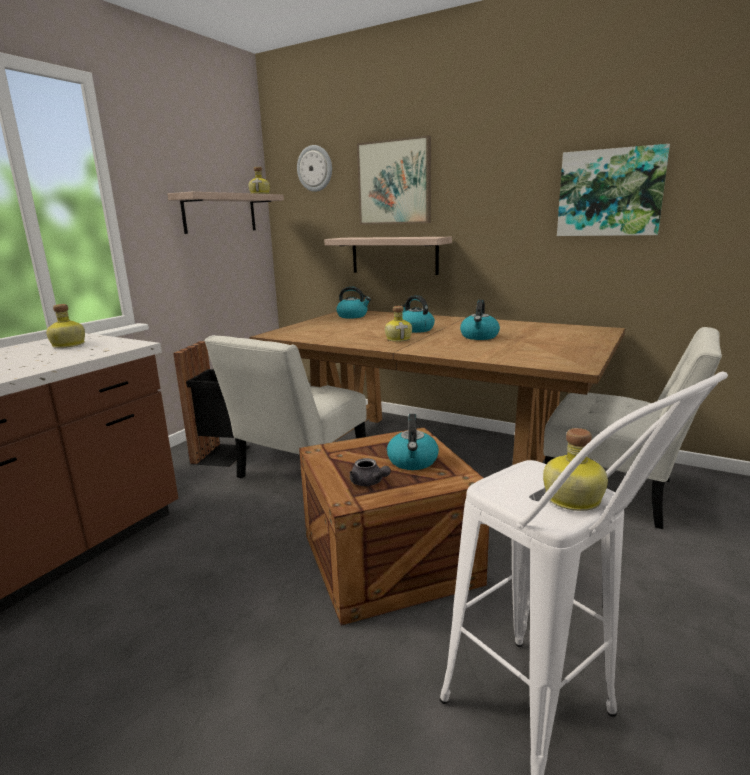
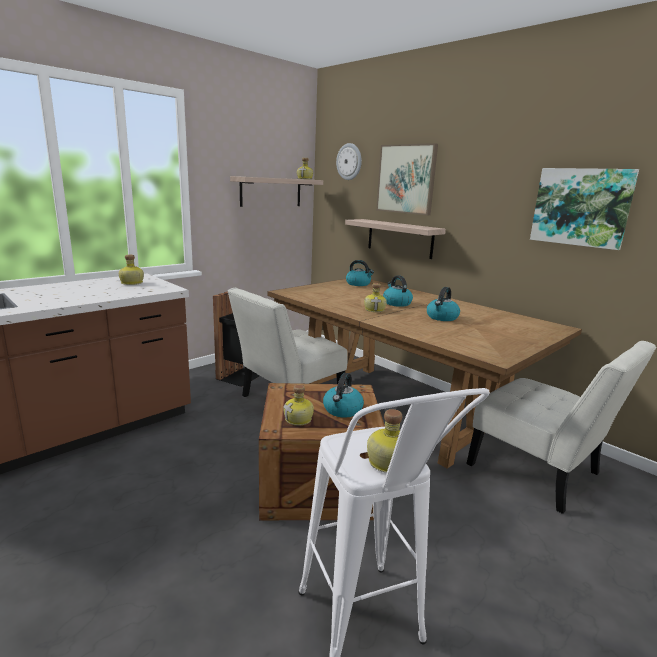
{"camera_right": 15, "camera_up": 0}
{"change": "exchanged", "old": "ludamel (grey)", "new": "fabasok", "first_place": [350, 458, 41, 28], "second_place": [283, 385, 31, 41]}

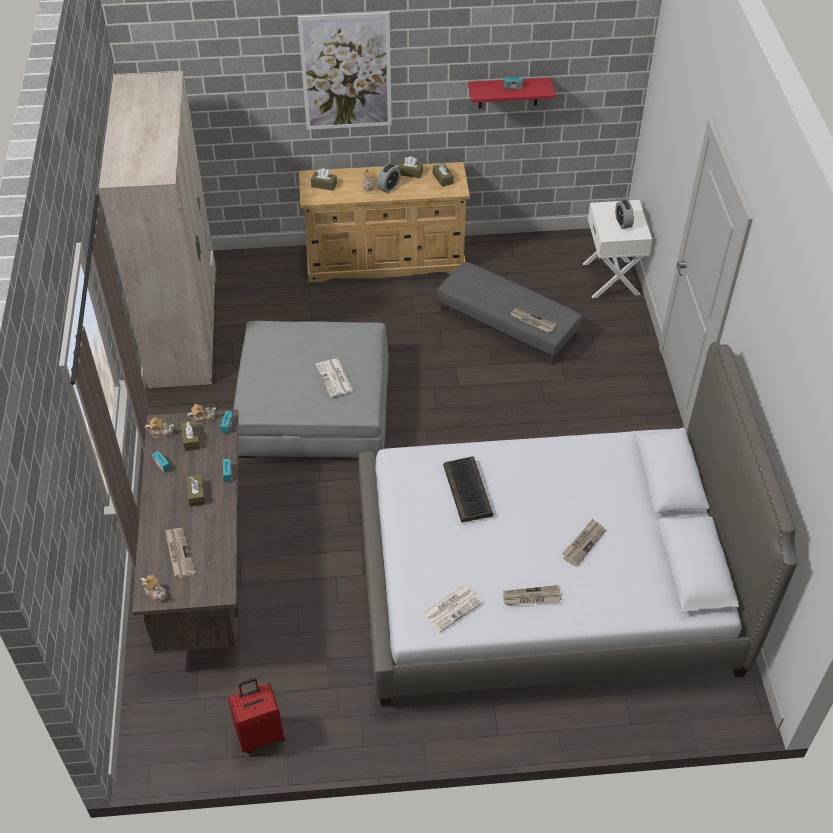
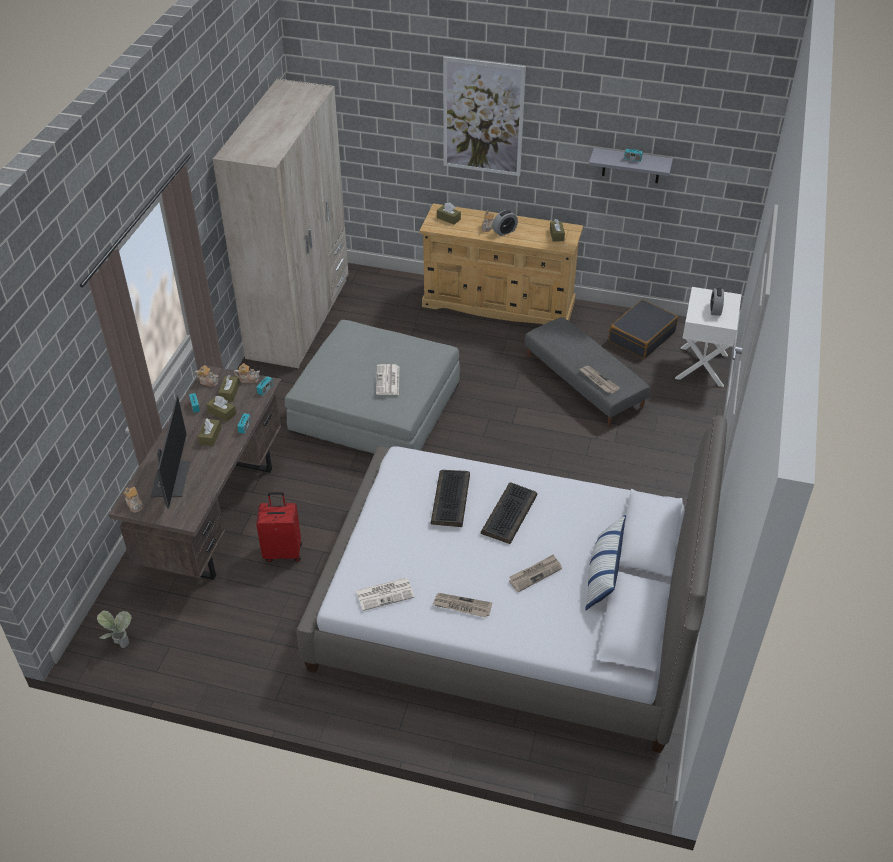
{"camera_right": 20, "camera_up": -5}
{"change": "exchanged", "old": "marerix", "new": "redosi", "first_place": [165, 528, 31, 50], "second_place": [151, 395, 39, 114]}
{"change": "relocated", "old": "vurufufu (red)", "first_place": [228, 678, 57, 75], "second_place": [256, 492, 46, 70]}
{"change": "relocated", "old": "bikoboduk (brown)", "first_place": [398, 156, 25, 22], "second_place": [206, 396, 30, 26]}
{"change": "colour", "old": "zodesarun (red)", "new": "zodesarun (grey)", "first_place": [468, 78, 88, 30], "second_place": [589, 148, 84, 35]}
{"change": "appeared", "new": "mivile", "second_place": [97, 610, 35, 38]}
{"change": "appeared", "new": "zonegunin", "second_place": [481, 483, 56, 61]}
{"change": "appeared", "new": "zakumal", "second_place": [585, 515, 41, 95]}
{"change": "appeared", "new": "vurufufu (black)", "second_place": [609, 300, 69, 59]}

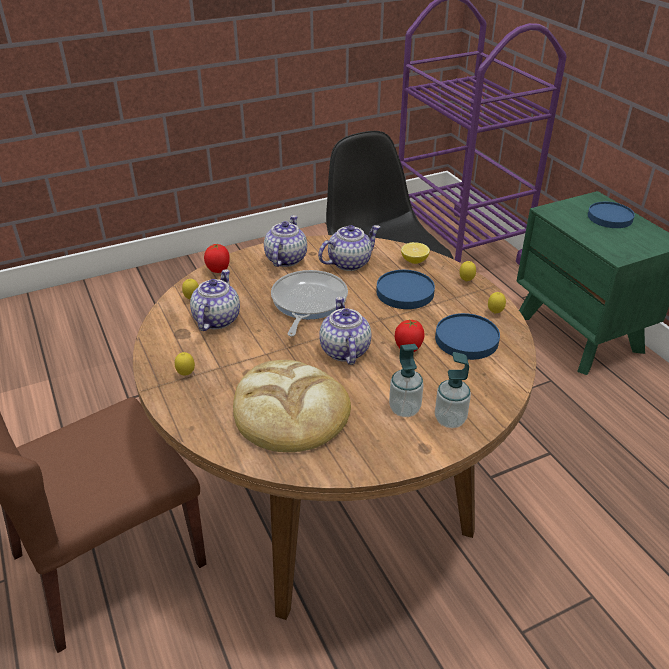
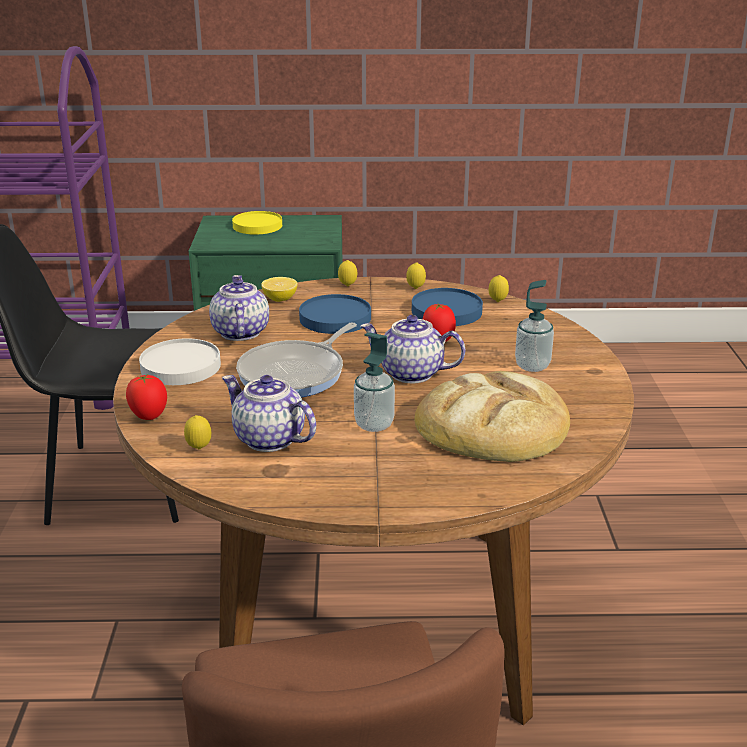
{"camera_right": -65, "camera_up": -10}
{"change": "relocated", "old": "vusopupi", "first_place": [175, 352, 20, 24], "second_place": [489, 275, 20, 27]}
{"change": "exchanged", "old": "ludamel", "new": "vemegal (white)", "first_place": [264, 215, 43, 52], "second_place": [139, 338, 82, 47]}
{"change": "spun", "old": "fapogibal", "first_place": [271, 270, 77, 66], "second_place": [236, 323, 121, 74], "degrees": -90}
{"change": "relocated", "old": "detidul", "first_place": [435, 352, 36, 76], "second_place": [354, 333, 41, 99]}
{"change": "colour", "old": "vemegal (blue)", "new": "vemegal (yellow)", "first_place": [588, 202, 47, 26], "second_place": [232, 211, 50, 24]}

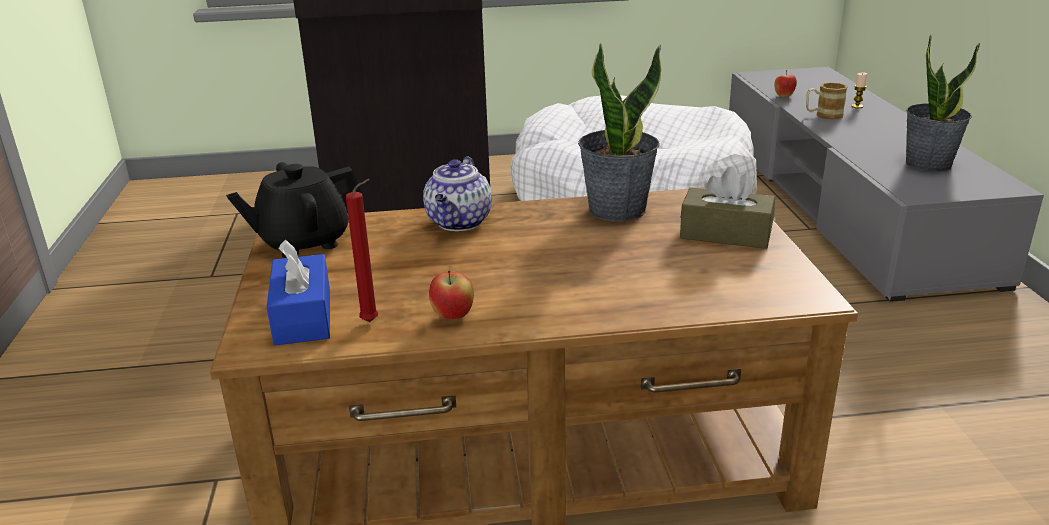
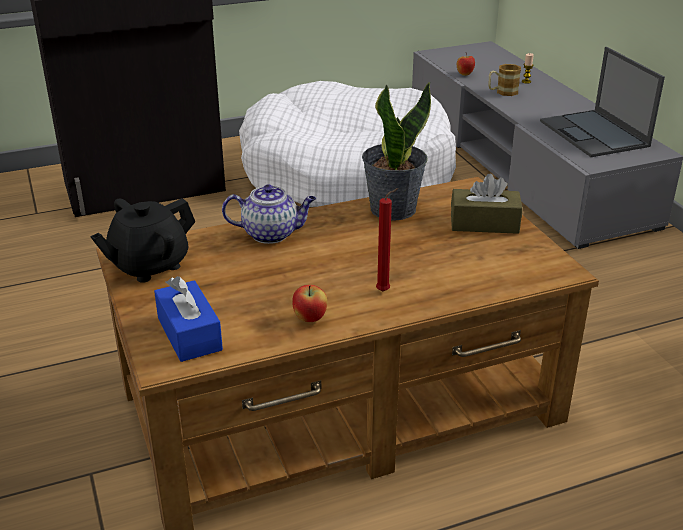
{"camera_right": -15, "camera_up": 5}
{"change": "relocated", "old": "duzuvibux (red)", "first_place": [346, 179, 32, 143], "second_place": [376, 188, 23, 103]}
{"change": "spun", "old": "ludamel", "first_place": [423, 156, 69, 75], "second_place": [222, 184, 94, 60], "degrees": -90}
{"change": "exchanged", "old": "mivile", "new": "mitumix", "first_place": [906, 35, 74, 137], "second_place": [540, 47, 125, 110]}

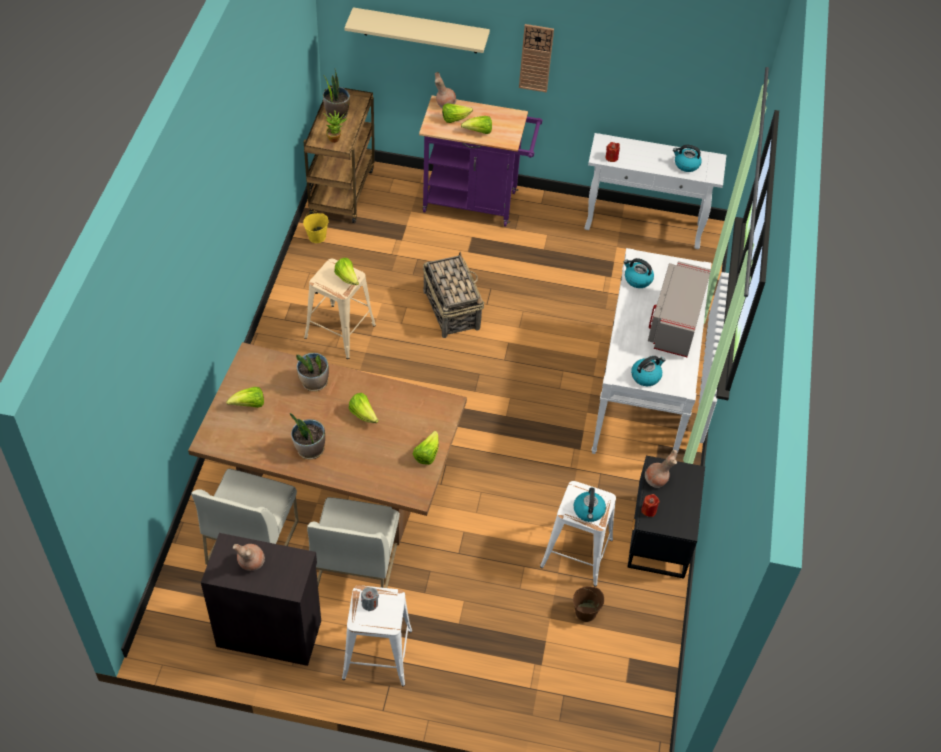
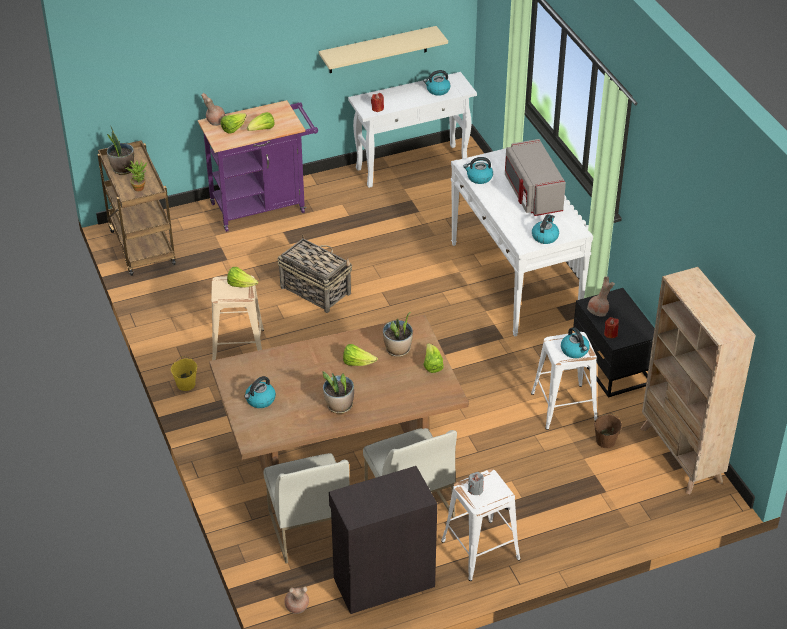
{"camera_right": -30, "camera_up": -10}
{"change": "exchanged", "old": "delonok", "new": "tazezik", "first_place": [226, 387, 38, 21], "second_place": [244, 376, 32, 32]}
{"change": "relocated", "old": "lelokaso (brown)", "first_place": [233, 544, 32, 27], "second_place": [285, 587, 24, 27]}
{"change": "relocated", "old": "mivile", "first_place": [296, 353, 33, 38], "second_place": [383, 312, 30, 45]}
{"change": "relocated", "old": "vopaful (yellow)", "first_place": [303, 211, 26, 32], "second_place": [171, 356, 26, 35]}
{"change": "relocated", "old": "zodesarun (beige)", "first_place": [344, 7, 146, 46], "second_place": [319, 26, 129, 47]}
{"change": "missing", "old": "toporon", "first_place": [519, 24, 35, 68]}
{"change": "appeared", "new": "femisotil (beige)", "second_place": [640, 267, 116, 227]}

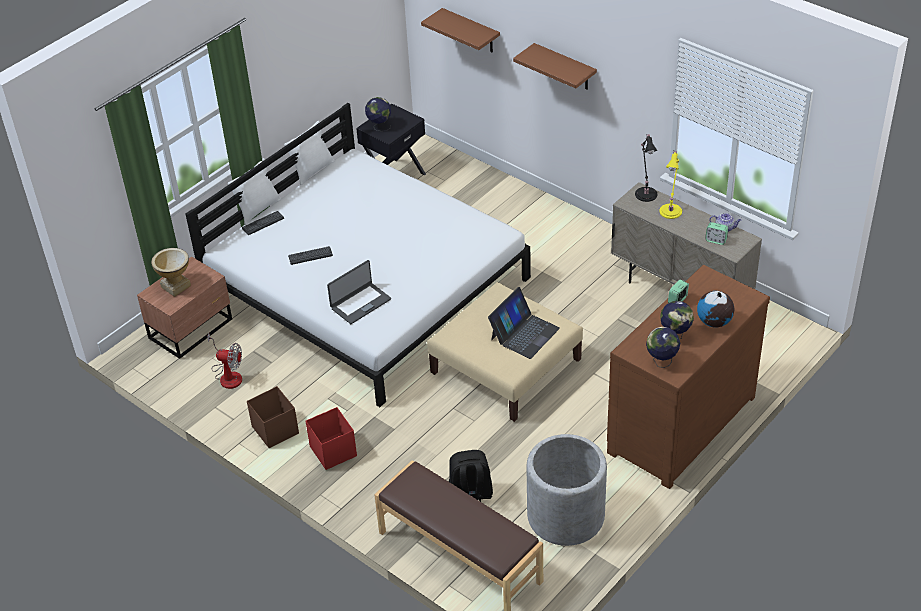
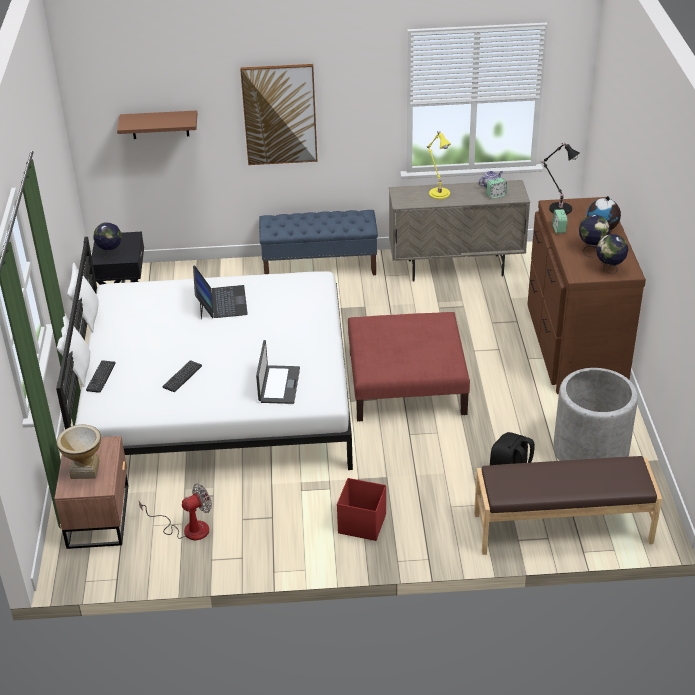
{"camera_right": -45, "camera_up": -5}
{"change": "missing", "old": "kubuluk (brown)", "first_place": [247, 386, 52, 62]}
{"change": "colour", "old": "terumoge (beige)", "new": "terumoge (red)", "first_place": [427, 282, 156, 140], "second_place": [348, 312, 122, 109]}
{"change": "relocated", "old": "mitumix", "first_place": [488, 287, 72, 72], "second_place": [193, 265, 55, 54]}
{"change": "exchanged", "old": "zodesarun (brown)", "new": "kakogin", "first_place": [513, 43, 84, 47], "second_place": [240, 64, 77, 101]}
{"change": "relocated", "old": "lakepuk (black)", "first_place": [635, 134, 22, 68], "second_place": [542, 142, 38, 73]}
{"change": "appeared", "new": "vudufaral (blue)", "second_place": [259, 210, 119, 65]}

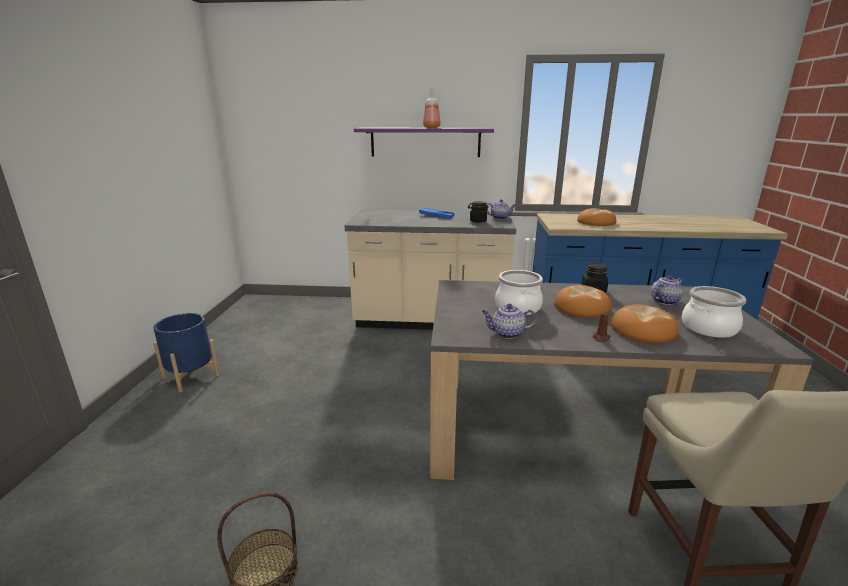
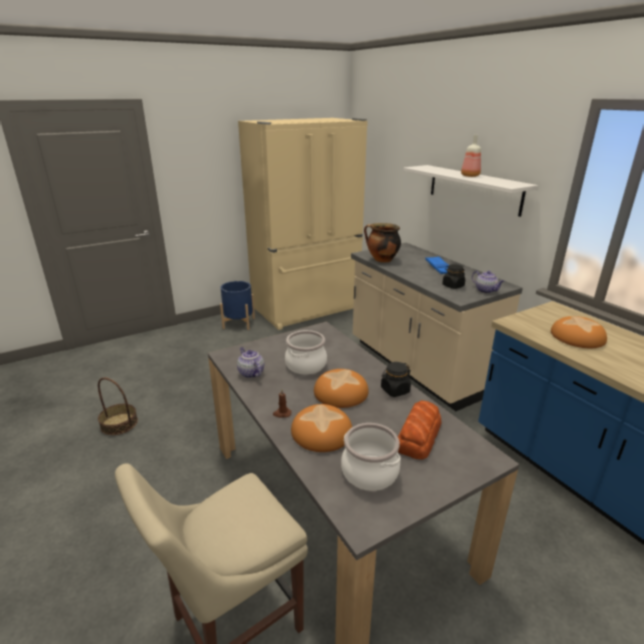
{"camera_right": 55, "camera_up": 5}
{"change": "colour", "old": "zodesarun (purple)", "new": "zodesarun (white)", "first_place": [354, 128, 140, 29], "second_place": [403, 165, 135, 52]}
{"change": "exchanged", "old": "ludamel", "new": "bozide", "first_place": [651, 275, 32, 30], "second_place": [398, 401, 43, 59]}
{"change": "appeared", "new": "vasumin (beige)", "second_place": [238, 118, 130, 212]}
{"change": "appeared", "new": "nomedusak", "second_place": [364, 223, 37, 39]}

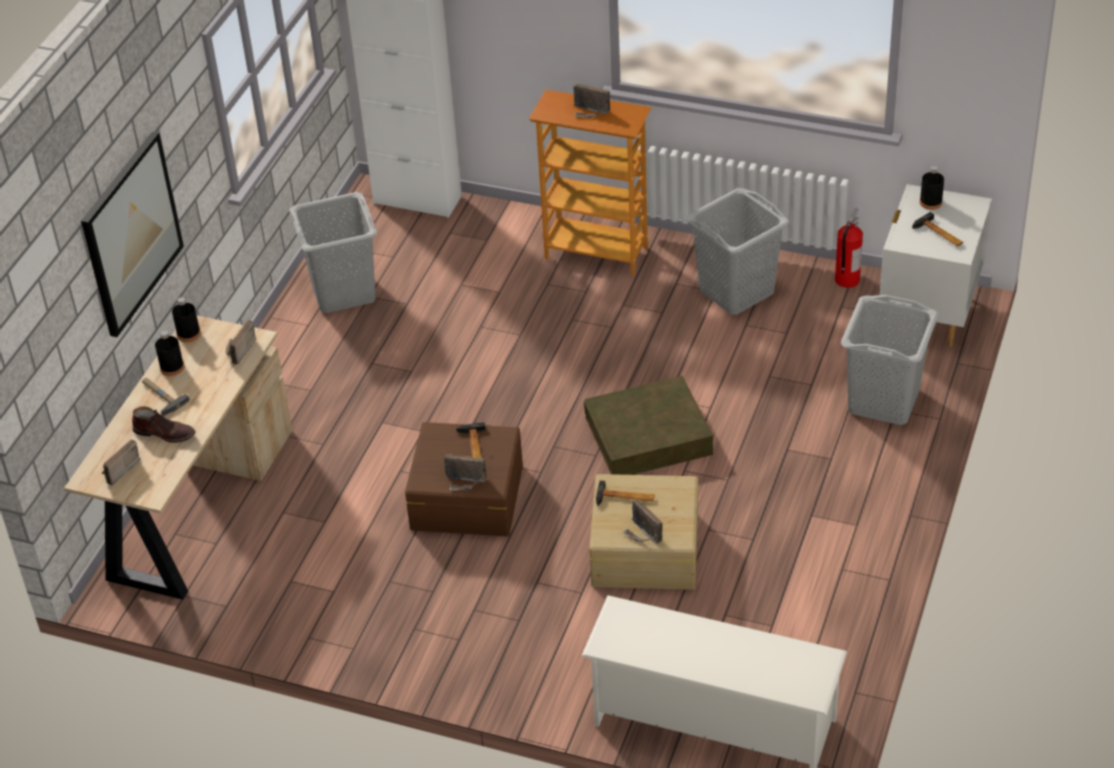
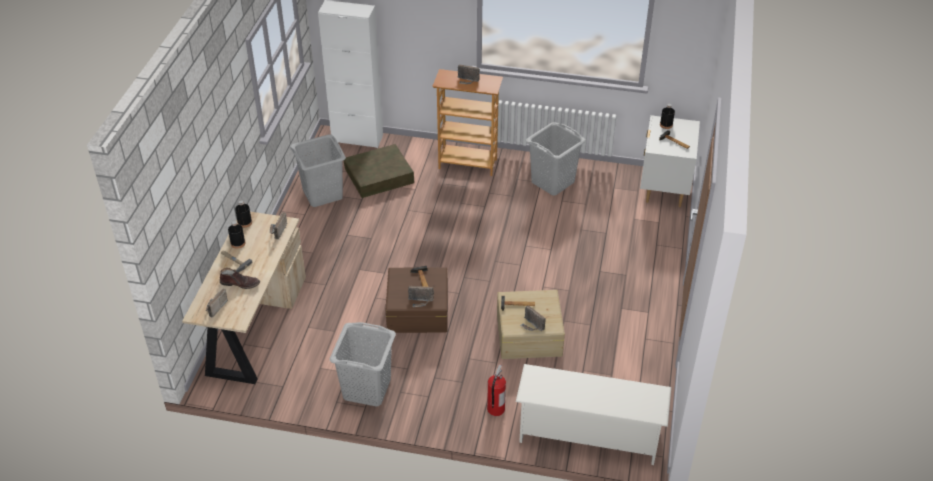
{"camera_right": -10, "camera_up": 0}
{"change": "missing", "old": "kakogin", "first_place": [81, 131, 103, 206]}
{"change": "relocated", "old": "kubuluk (brown)", "first_place": [584, 376, 129, 99], "second_place": [344, 144, 70, 54]}
{"change": "relocated", "old": "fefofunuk", "first_place": [835, 208, 28, 80], "second_place": [487, 364, 19, 52]}
{"change": "relocated", "old": "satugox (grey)", "first_place": [841, 295, 98, 130], "second_place": [330, 322, 66, 84]}

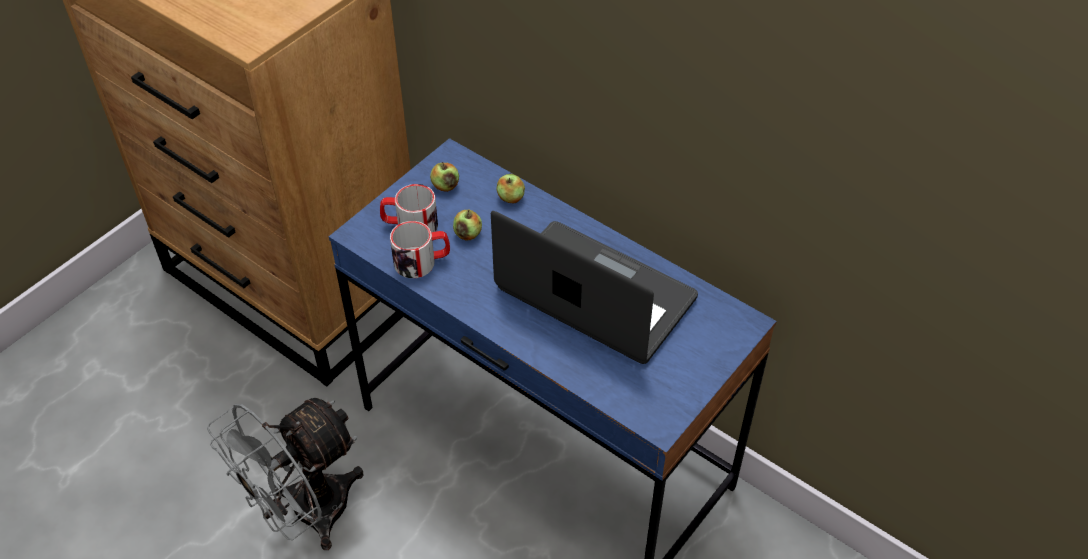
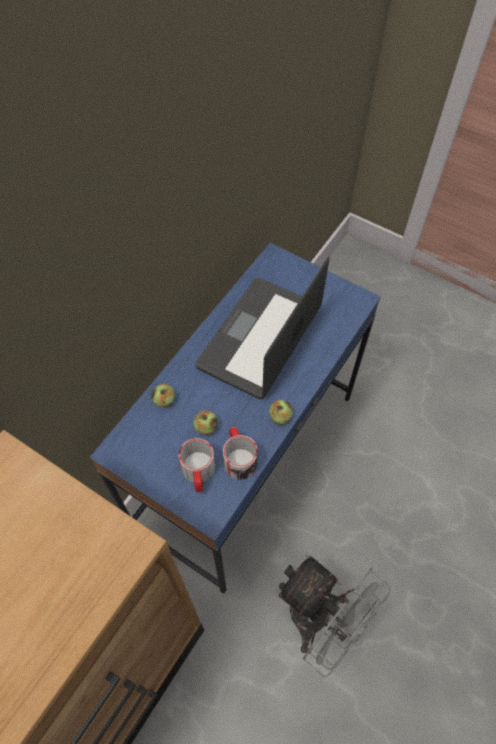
{"camera_right": -95, "camera_up": 10}
{"change": "relocated", "old": "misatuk", "first_place": [430, 162, 29, 30], "second_place": [269, 400, 24, 25]}

